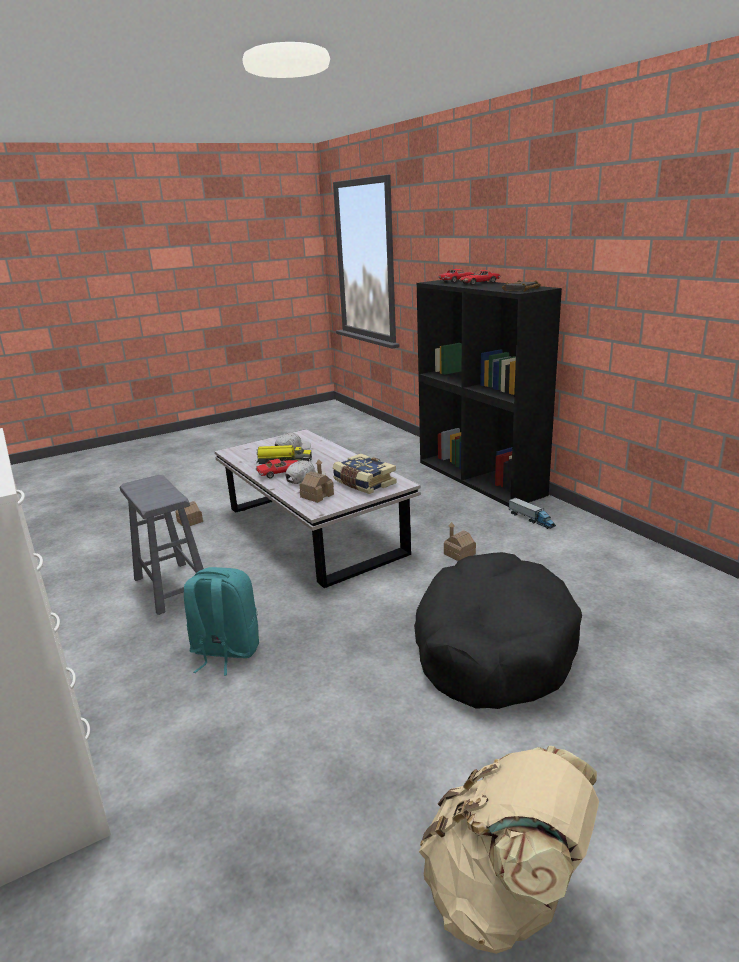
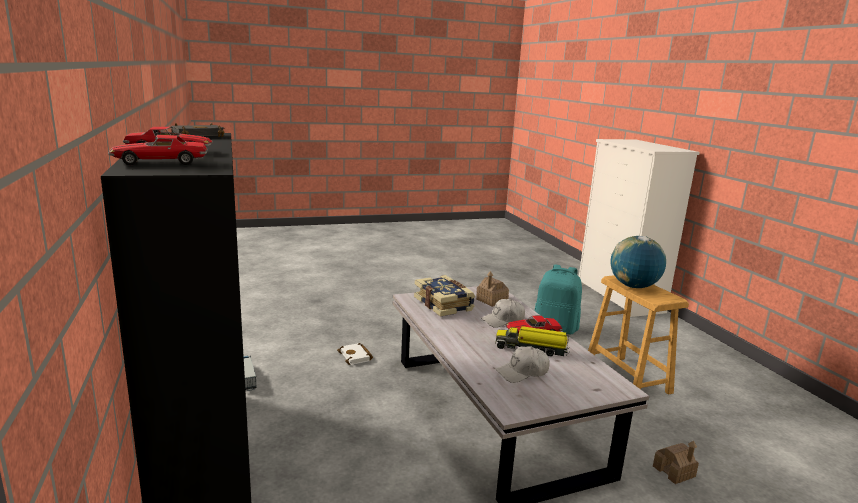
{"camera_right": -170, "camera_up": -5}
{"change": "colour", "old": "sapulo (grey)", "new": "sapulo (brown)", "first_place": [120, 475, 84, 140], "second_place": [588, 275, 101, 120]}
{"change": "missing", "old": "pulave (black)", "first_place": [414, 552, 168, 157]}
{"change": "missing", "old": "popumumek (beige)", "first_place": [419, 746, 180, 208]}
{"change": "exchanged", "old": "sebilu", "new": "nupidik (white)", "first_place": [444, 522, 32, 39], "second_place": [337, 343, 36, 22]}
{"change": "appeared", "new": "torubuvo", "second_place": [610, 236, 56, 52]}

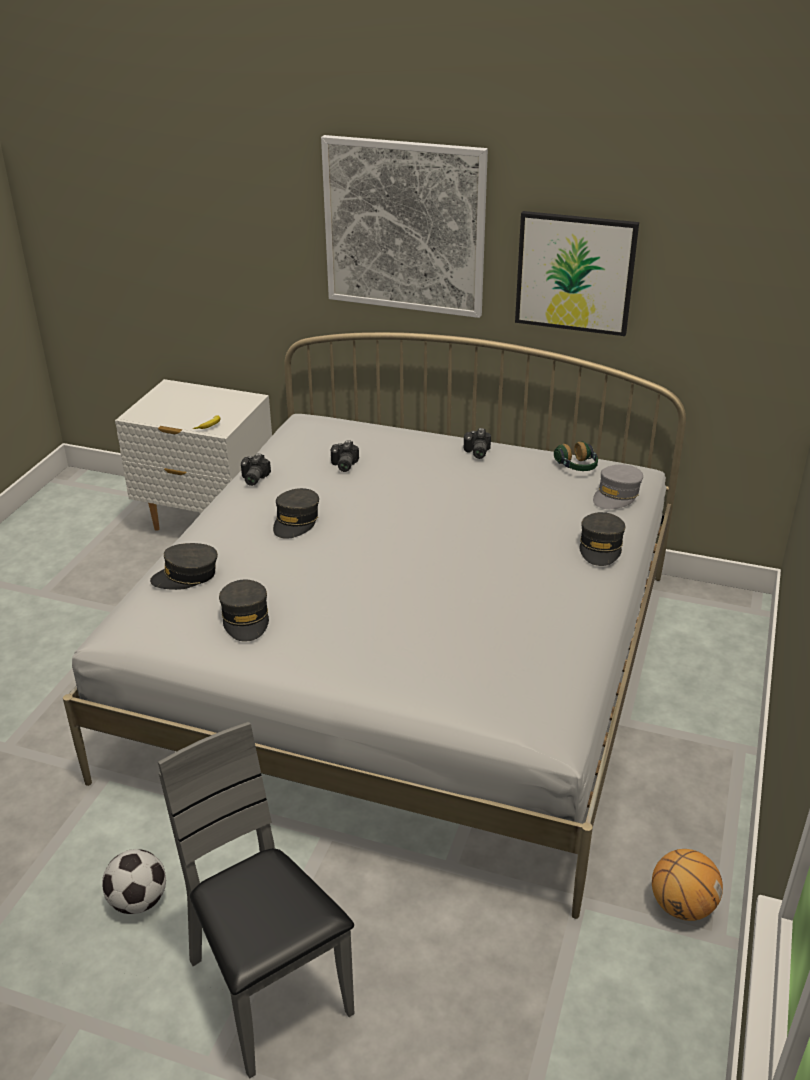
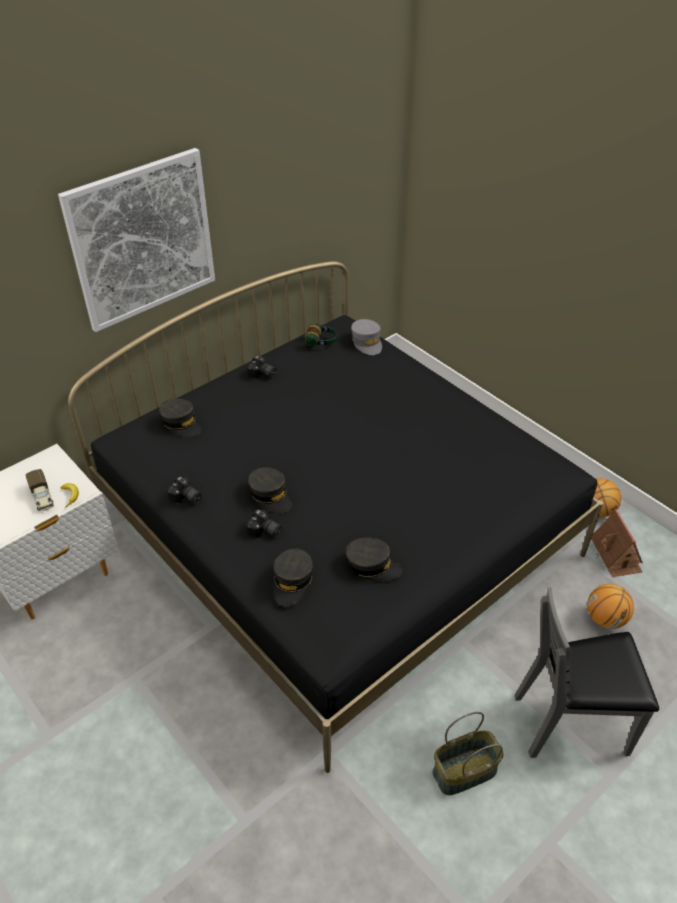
{"camera_right": -60, "camera_up": 10}
{"change": "colour", "old": "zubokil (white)", "new": "zubokil (black)", "first_place": [63, 332, 623, 587], "second_place": [68, 261, 535, 512]}
{"change": "exchanged", "old": "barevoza", "new": "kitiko", "first_place": [102, 849, 64, 65], "second_place": [433, 712, 71, 83]}
{"change": "relocated", "old": "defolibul", "first_place": [331, 440, 28, 32], "second_place": [246, 509, 37, 29]}
{"change": "missing", "old": "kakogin", "first_place": [515, 211, 124, 125]}
{"change": "relocated", "old": "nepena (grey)", "first_place": [580, 512, 45, 54], "second_place": [159, 398, 43, 39]}
{"change": "appeared", "new": "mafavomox", "second_place": [26, 469, 28, 42]}
{"change": "appeared", "new": "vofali", "second_place": [587, 584, 47, 45]}
{"change": "appeared", "new": "sebilu", "second_place": [591, 509, 52, 68]}

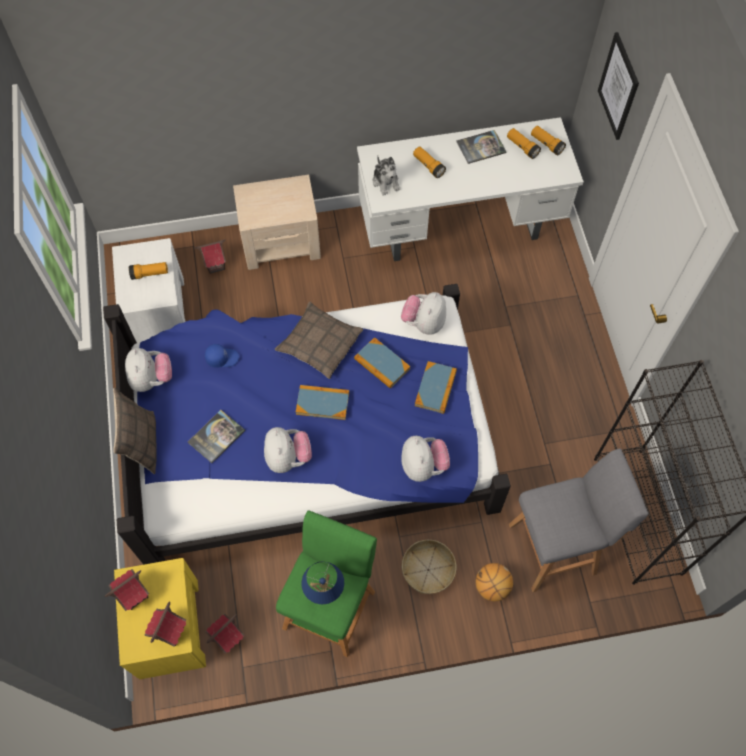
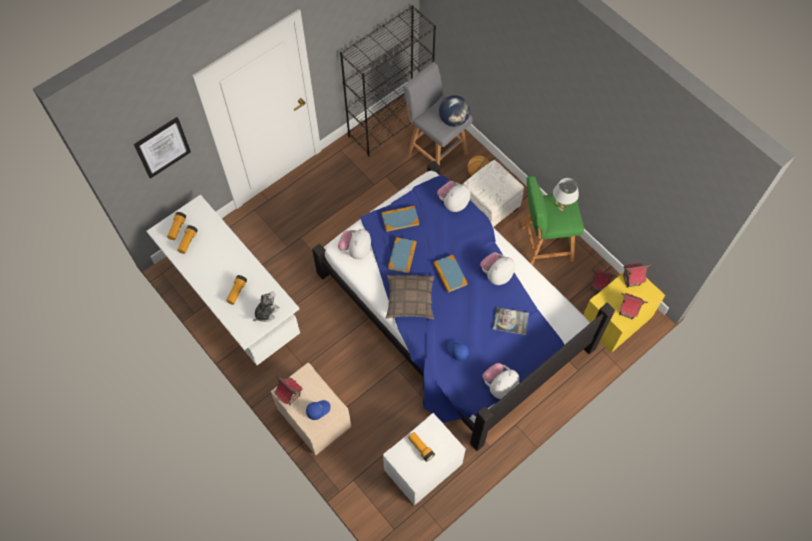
{"camera_right": -120, "camera_up": 0}
{"change": "missing", "old": "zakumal", "first_place": [113, 387, 44, 87]}
{"change": "relocated", "old": "sebilu", "first_place": [194, 239, 32, 35], "second_place": [274, 376, 29, 30]}
{"change": "colour", "old": "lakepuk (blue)", "new": "lakepuk (white)", "first_place": [301, 562, 43, 42], "second_place": [553, 178, 26, 33]}
{"change": "spun", "old": "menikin", "first_place": [401, 292, 45, 43], "second_place": [338, 229, 33, 30], "degrees": 120}
{"change": "exchanged", "old": "kitiko", "new": "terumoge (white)", "first_place": [402, 540, 54, 54], "second_place": [463, 160, 61, 67]}
{"change": "missing", "old": "nupidik", "first_place": [456, 130, 50, 34]}
{"change": "appeared", "new": "nepena (blue)", "second_place": [306, 400, 25, 20]}
{"change": "appeared", "new": "torubuvo", "second_place": [439, 95, 31, 32]}

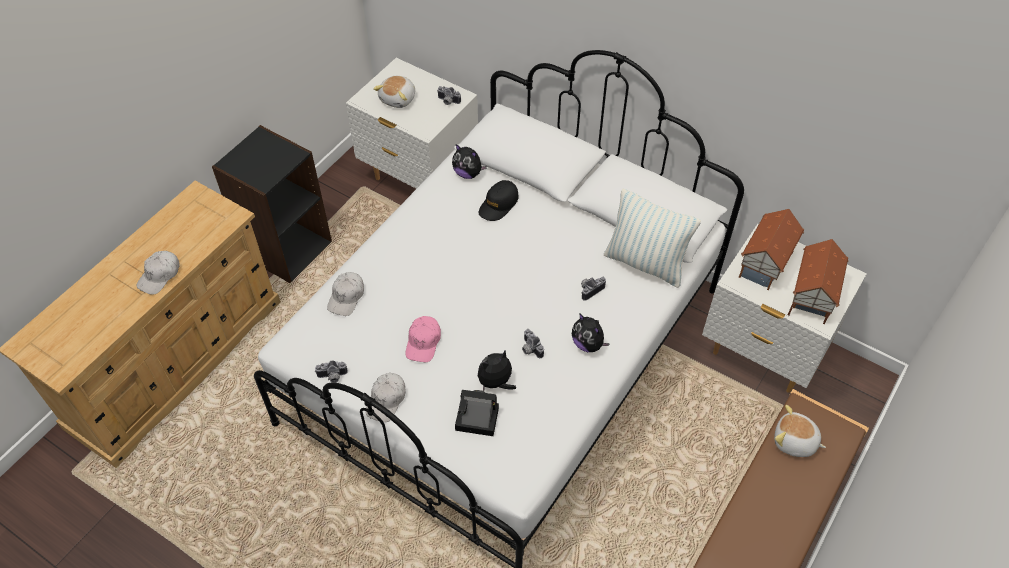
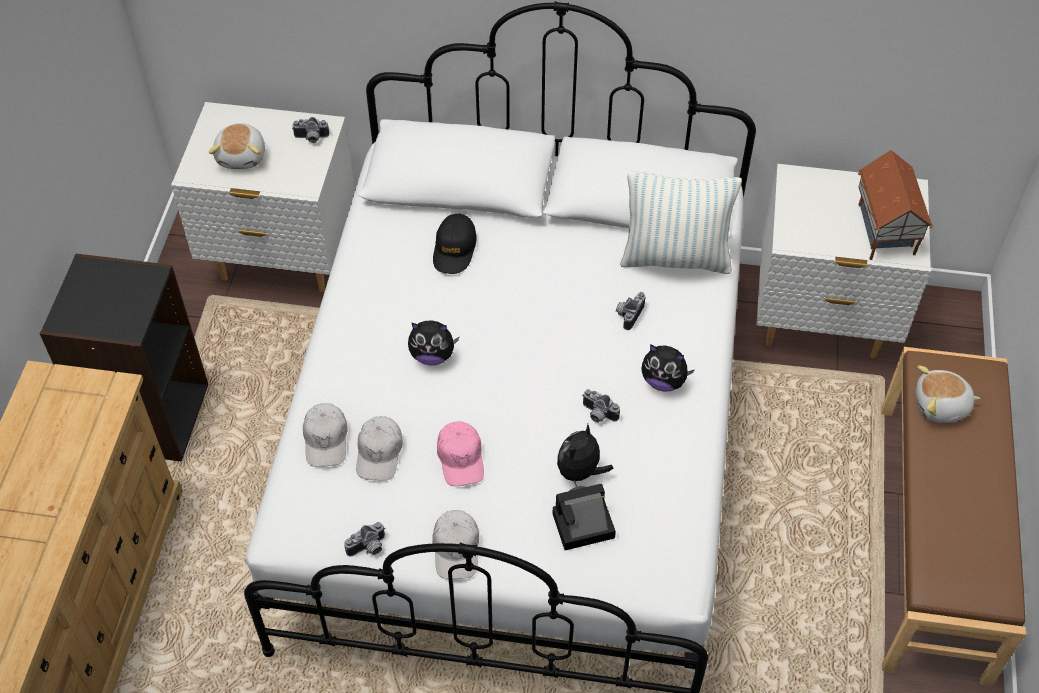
{"camera_right": -25, "camera_up": 0}
{"change": "relocated", "old": "nepena (white)", "first_place": [136, 251, 44, 44], "second_place": [356, 416, 47, 64]}
{"change": "relocated", "old": "menikin", "first_place": [452, 144, 35, 35], "second_place": [408, 320, 51, 45]}
{"change": "missing", "old": "sebilu", "first_place": [739, 209, 65, 81]}

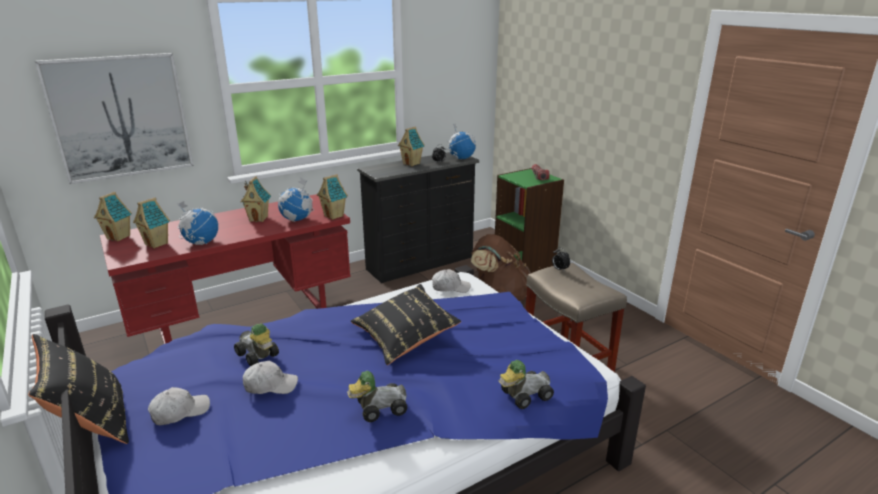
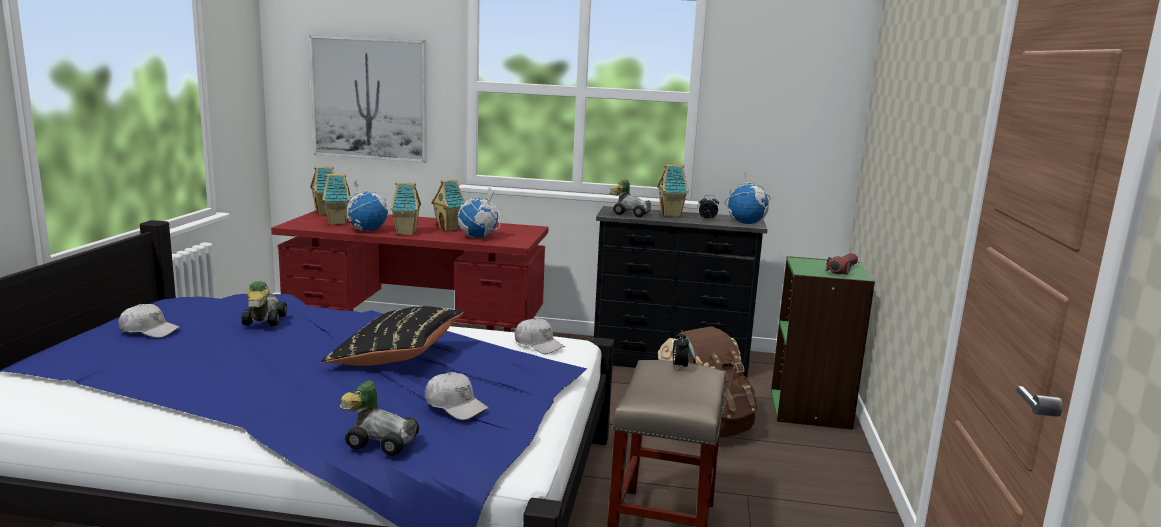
{"camera_right": 40, "camera_up": -10}
{"change": "missing", "old": "zakumal (black)", "first_place": [28, 334, 101, 110]}
{"change": "relocated", "old": "nepena (white)", "first_place": [243, 361, 55, 33], "second_place": [425, 372, 64, 48]}
{"change": "relocated", "old": "sebilu", "first_place": [317, 174, 31, 46], "second_place": [391, 182, 30, 53]}
{"change": "relocated", "old": "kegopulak", "first_place": [347, 371, 60, 51], "second_place": [609, 180, 42, 37]}

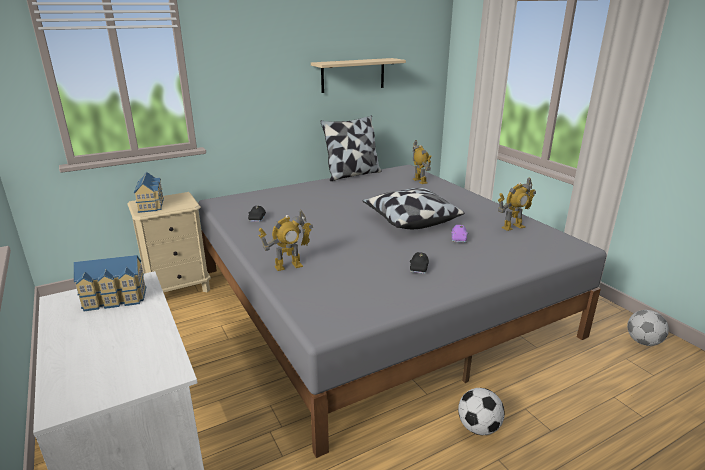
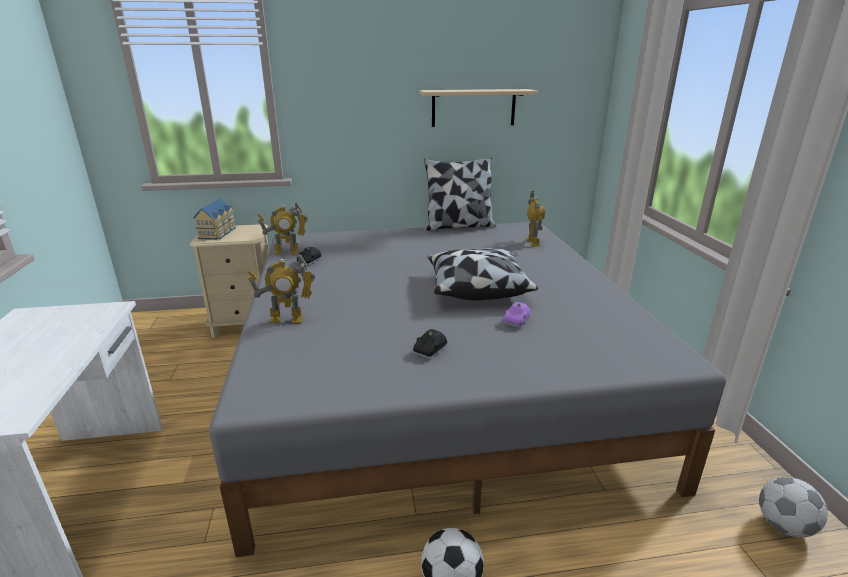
{"camera_right": 20, "camera_up": 0}
{"change": "missing", "old": "sebilu", "first_place": [74, 255, 72, 56]}
{"change": "relocated", "old": "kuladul", "first_place": [498, 177, 38, 54], "second_place": [257, 201, 51, 54]}

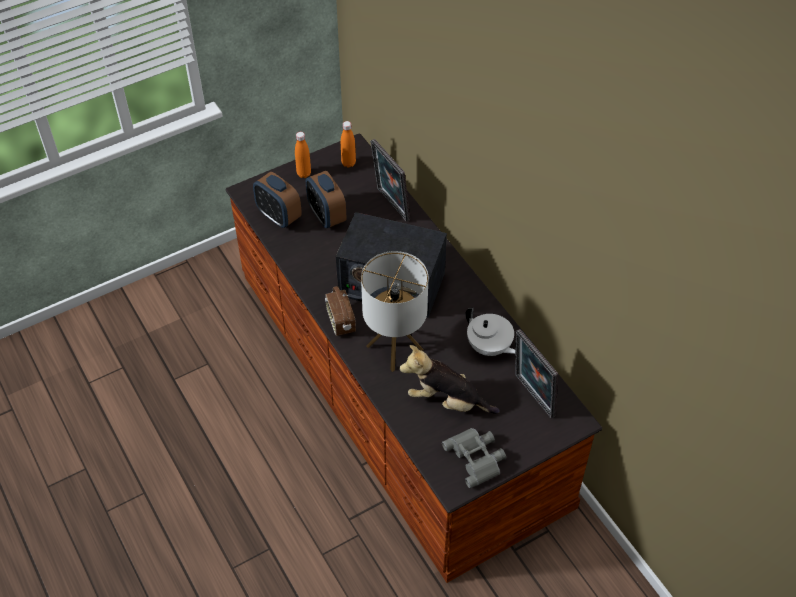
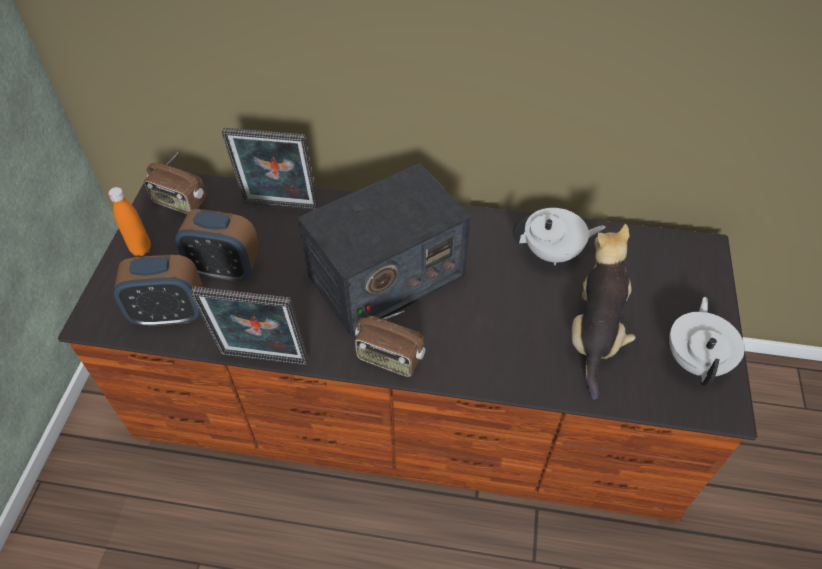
{"camera_right": -50, "camera_up": 0}
{"change": "exchanged", "old": "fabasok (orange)", "new": "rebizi", "first_place": [341, 121, 15, 47], "second_place": [144, 153, 63, 61]}
{"change": "missing", "old": "lakepuk", "first_place": [361, 251, 67, 121]}
{"change": "spun", "old": "menikin", "first_place": [399, 345, 101, 69], "second_place": [572, 224, 64, 176], "degrees": 135}
{"change": "exchanged", "old": "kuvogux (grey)", "new": "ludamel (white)", "first_place": [442, 428, 64, 60], "second_place": [669, 297, 76, 89]}
{"change": "relocated", "old": "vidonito", "first_place": [515, 329, 43, 89], "second_place": [190, 286, 118, 79]}

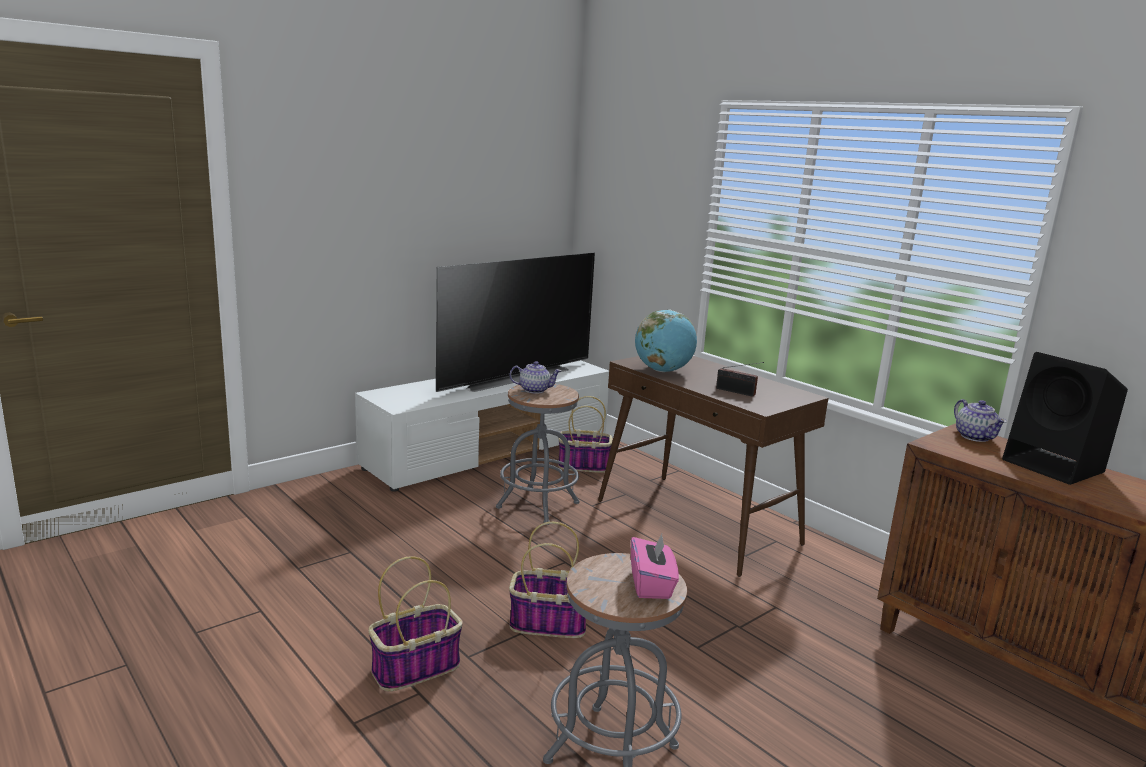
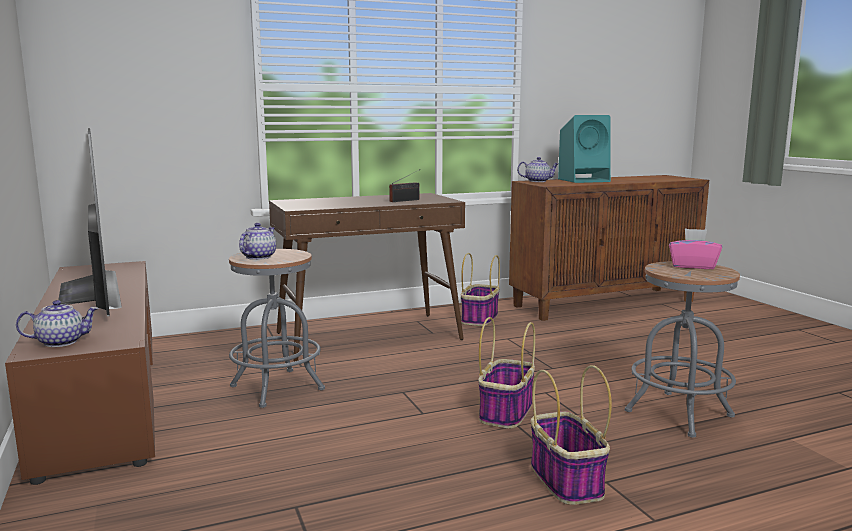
{"camera_right": -70, "camera_up": -5}
{"change": "colour", "old": "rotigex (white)", "new": "rotigex (brown)", "first_place": [355, 360, 254, 132], "second_place": [5, 261, 150, 224]}
{"change": "relocated", "old": "kitiko", "first_place": [558, 396, 54, 77], "second_place": [461, 253, 39, 73]}
{"change": "missing", "old": "torubuvo", "first_place": [635, 309, 62, 63]}
{"change": "colour", "old": "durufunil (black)", "new": "durufunil (turquoise)", "first_place": [1002, 352, 126, 133], "second_place": [558, 115, 53, 68]}
{"change": "appeared", "new": "ludamel", "second_place": [16, 300, 82, 47]}

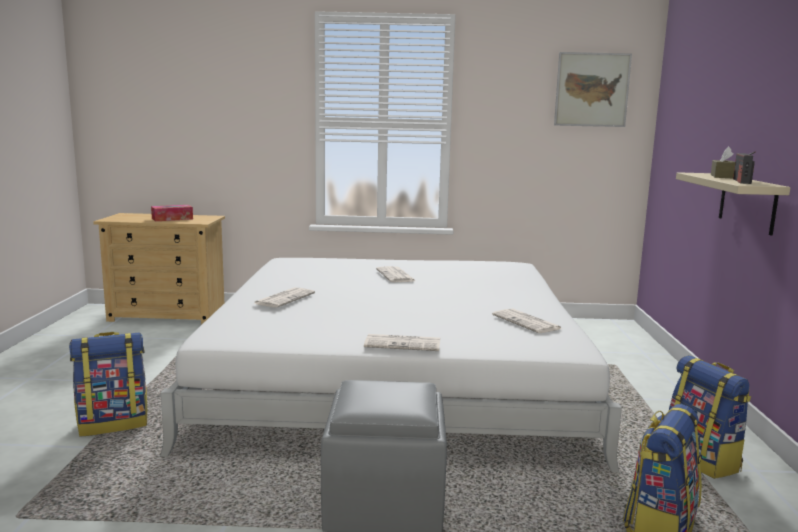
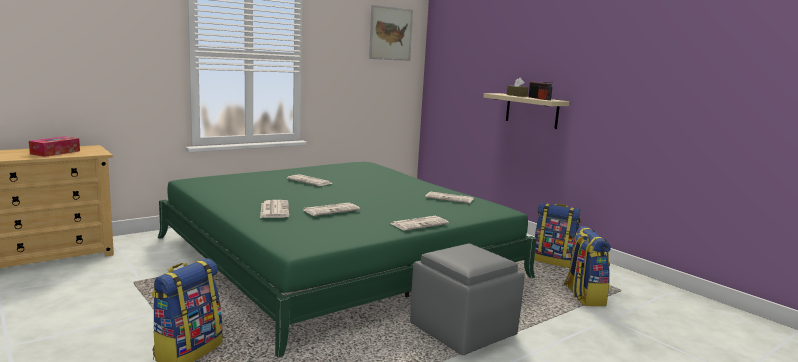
{"camera_right": -40, "camera_up": 0}
{"change": "colour", "old": "zubokil (white)", "new": "zubokil (green)", "first_place": [160, 258, 462, 215], "second_place": [158, 162, 379, 195]}
{"change": "appeared", "new": "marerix", "second_place": [303, 203, 57, 13]}

